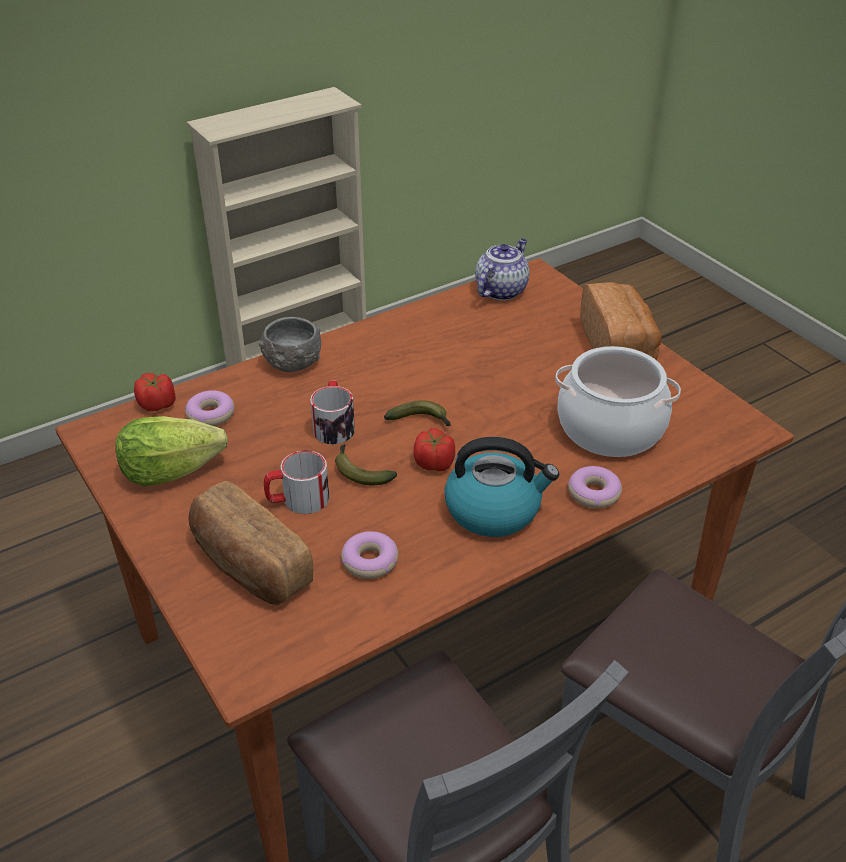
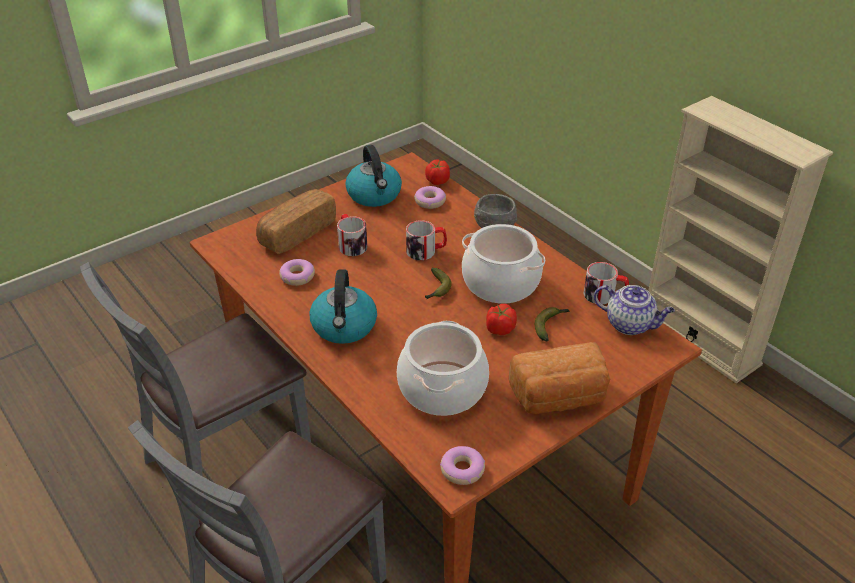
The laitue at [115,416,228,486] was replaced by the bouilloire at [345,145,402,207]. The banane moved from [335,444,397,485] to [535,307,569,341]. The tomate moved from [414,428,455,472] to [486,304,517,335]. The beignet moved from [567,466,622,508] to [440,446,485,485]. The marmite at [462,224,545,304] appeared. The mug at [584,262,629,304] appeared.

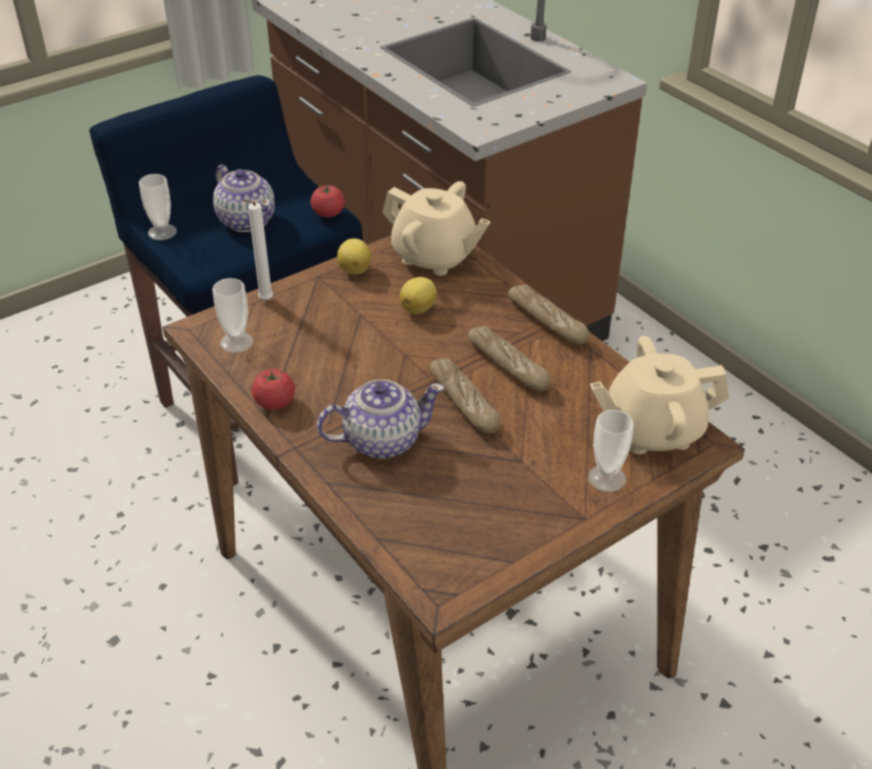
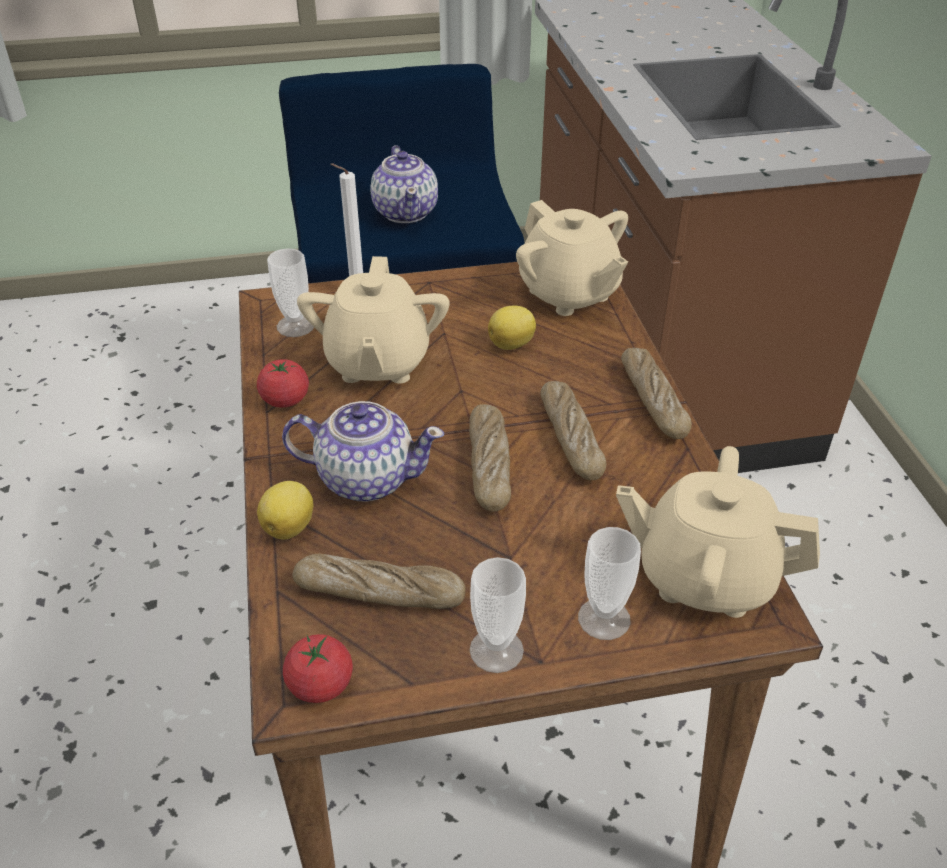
The tasse moved from [139,174,177,240] to [470,557,526,673]. The tomate moved from [310,185,345,217] to [283,634,353,703]. The citron moved from [337,238,371,275] to [257,481,313,540]. The pain at [292,554,466,609] appeared. The théière (beige) at [297,256,450,384] appeared.

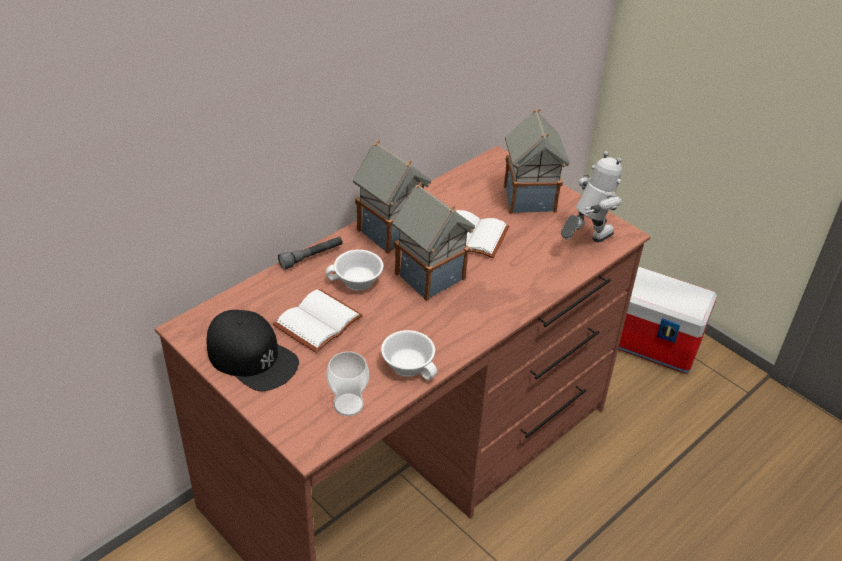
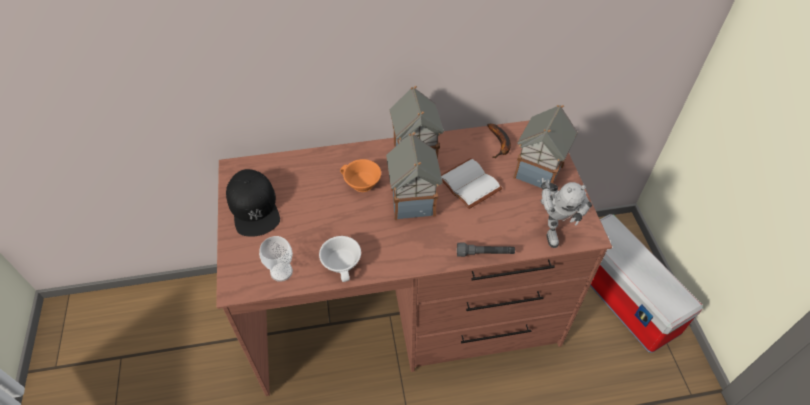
The livre (blanc) at [273,289,363,353] disappeared. The lampe de poche (gris) moved from [278,237,343,270] to [457,242,515,257]. The tasse (blanc) at [326,250,383,291] became the tasse (orange) at [340,159,381,192]. The robot jouet at [561,151,622,242] turned 90 degrees clockwise. The banane at [487,124,511,158] appeared.

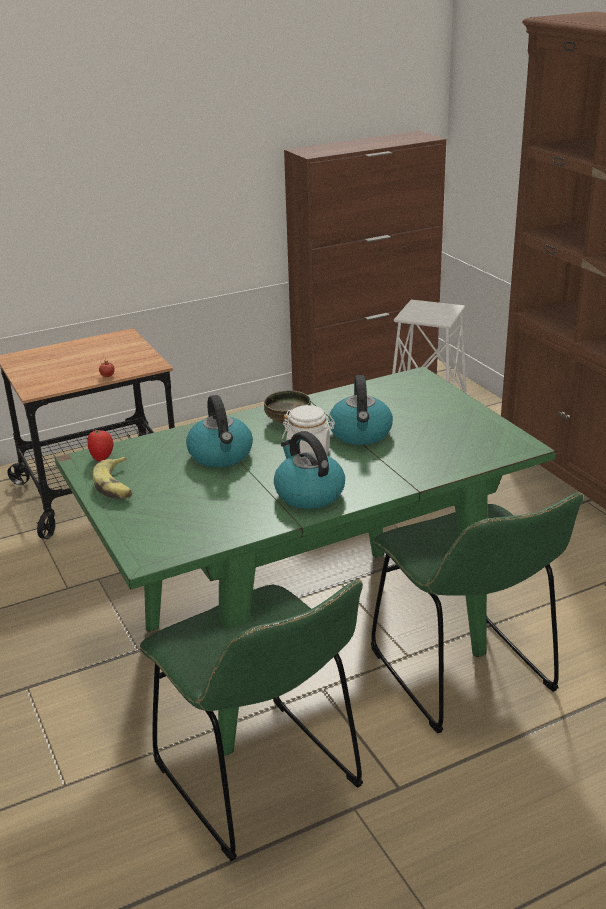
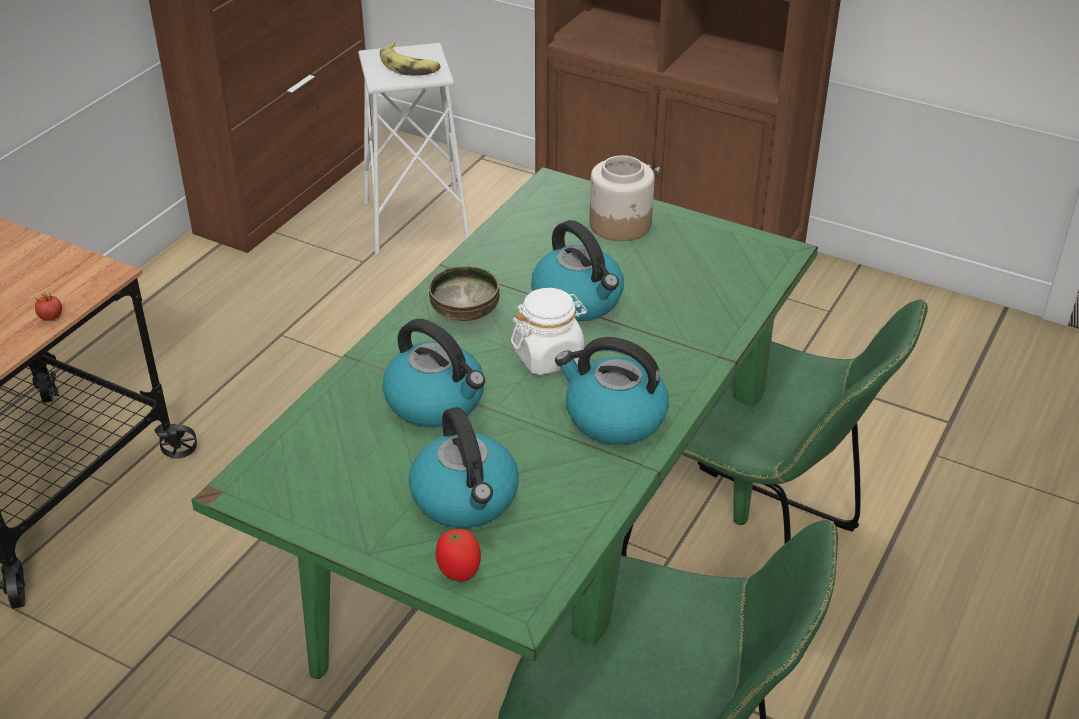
The tomate moved from [87,430,113,461] to [436,529,481,582]. The banane moved from [93,457,133,499] to [380,42,441,76]. The bouilloire at [408,407,519,528] appeared. The bocal at [590,155,655,241] appeared.

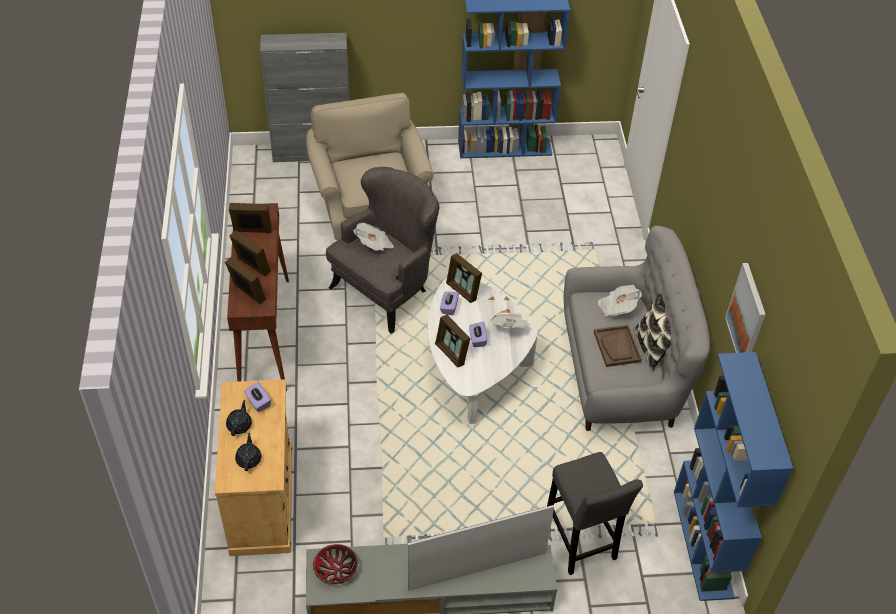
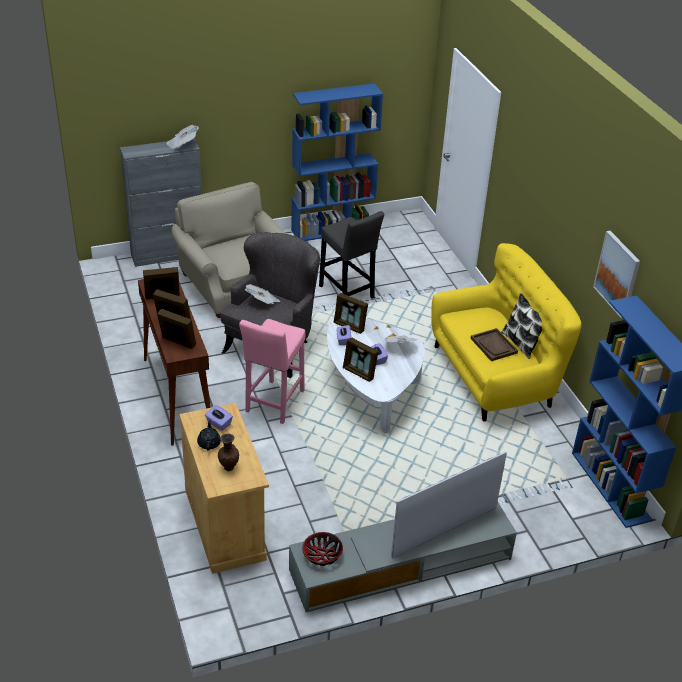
The théière (noir) at [235,433,262,471] was replaced by the vase (marron) at [218,433,239,471]. The tabouret (gris) moved from [547,452,643,575] to [319,211,384,299]. The canapé (gris) at [564,226,710,431] became the canapé (jaune) at [431,243,582,422]. The journal moved from [598,285,642,317] to [166,125,199,149]. The tabouret (rose) at [239,319,305,424] appeared.

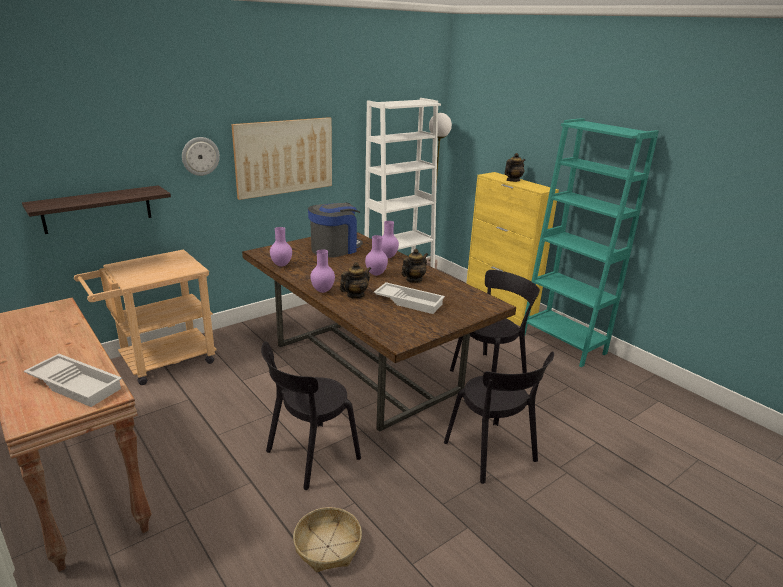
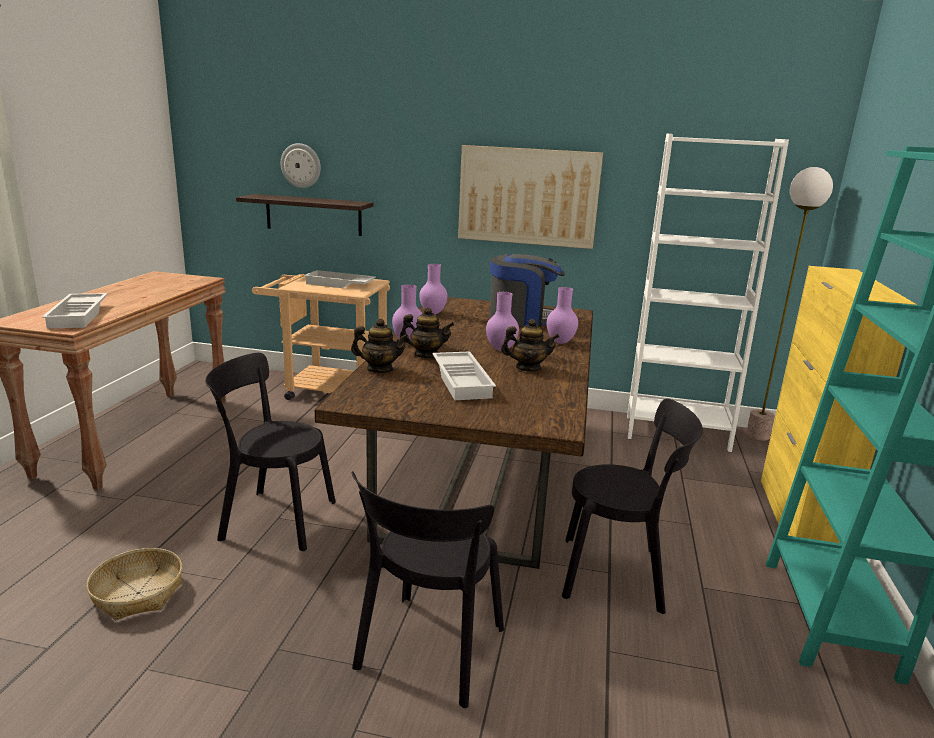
The horloge murale moved from [182,137,220,176] to [281,143,321,188]. The théière moved from [505,153,525,182] to [351,318,409,373]. The plateau (blanc) at [304,270,376,288] appeared.

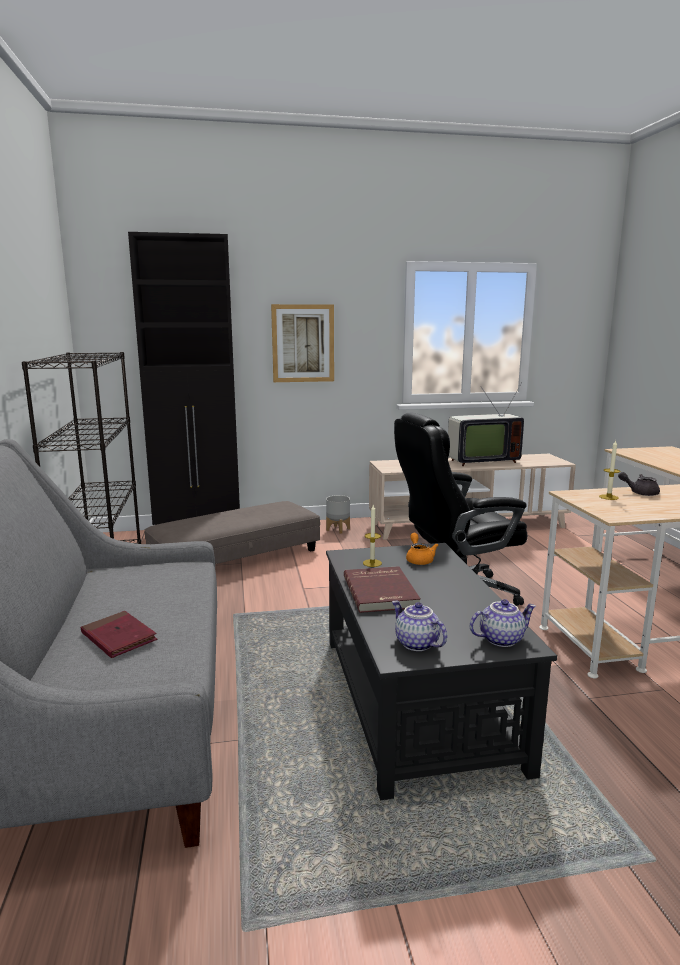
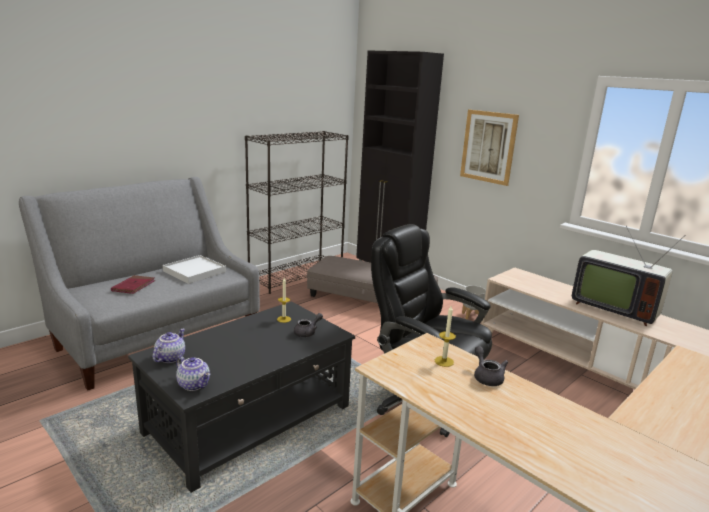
The livre (rouge) at [344,566,421,613] disappeared. The théière (orange) at [406,533,438,565] became the théière (gris) at [294,313,323,337]. The plateau (blanc) at [163,255,226,284] appeared.

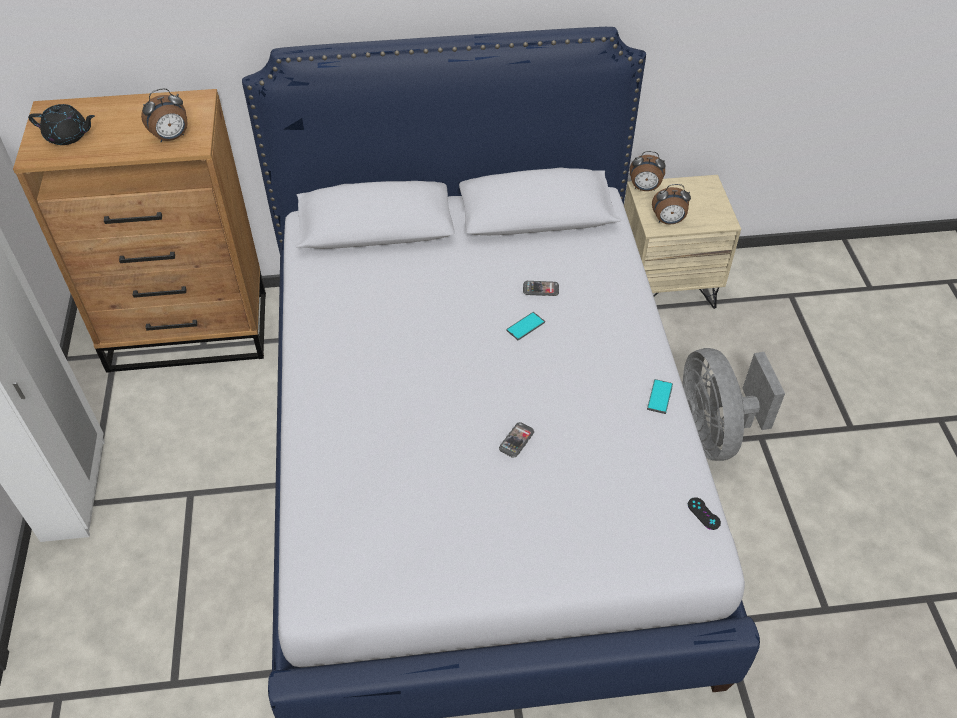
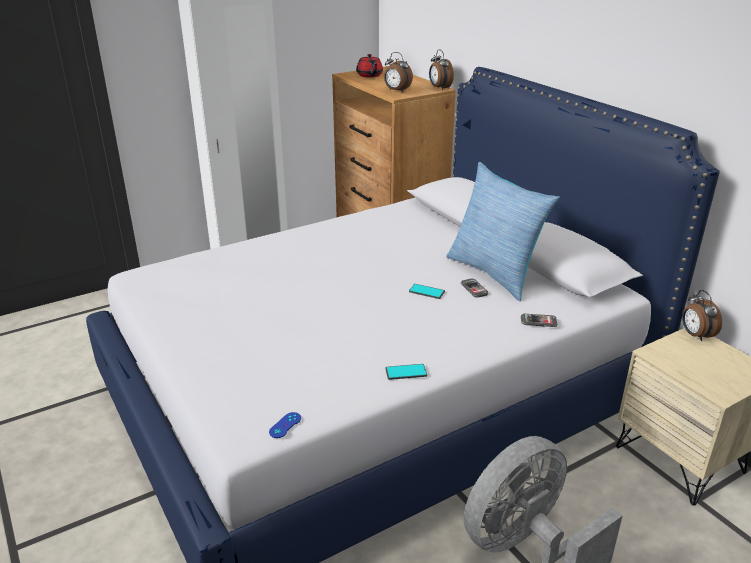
The théière (noir) at [28,104,95,145] became the théière (rouge) at [356,54,383,78]. The téléphone moved from [499,422,534,457] to [521,314,557,327]. The réveil moved from [652,184,691,224] to [429,50,454,90]. The manette (noir) at [688,497,721,530] became the manette (bleu) at [269,412,301,438]. The coussin at [446,162,560,301] appeared.

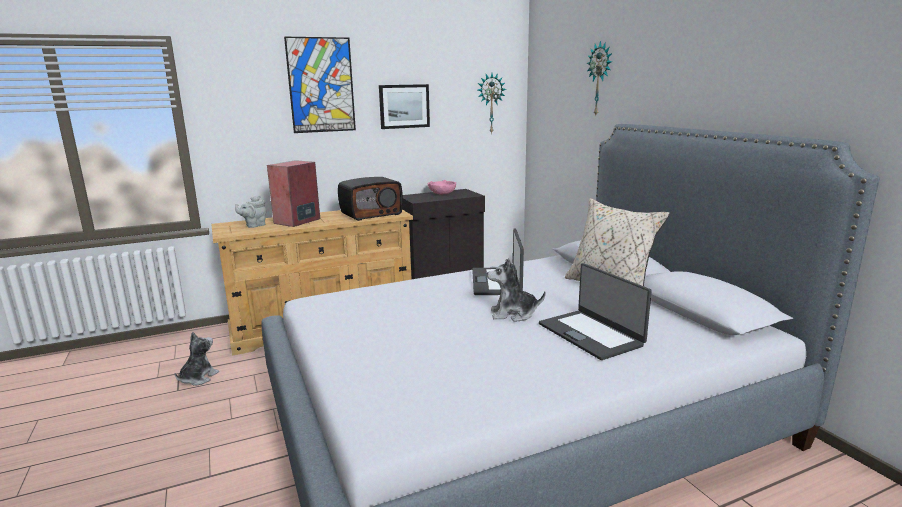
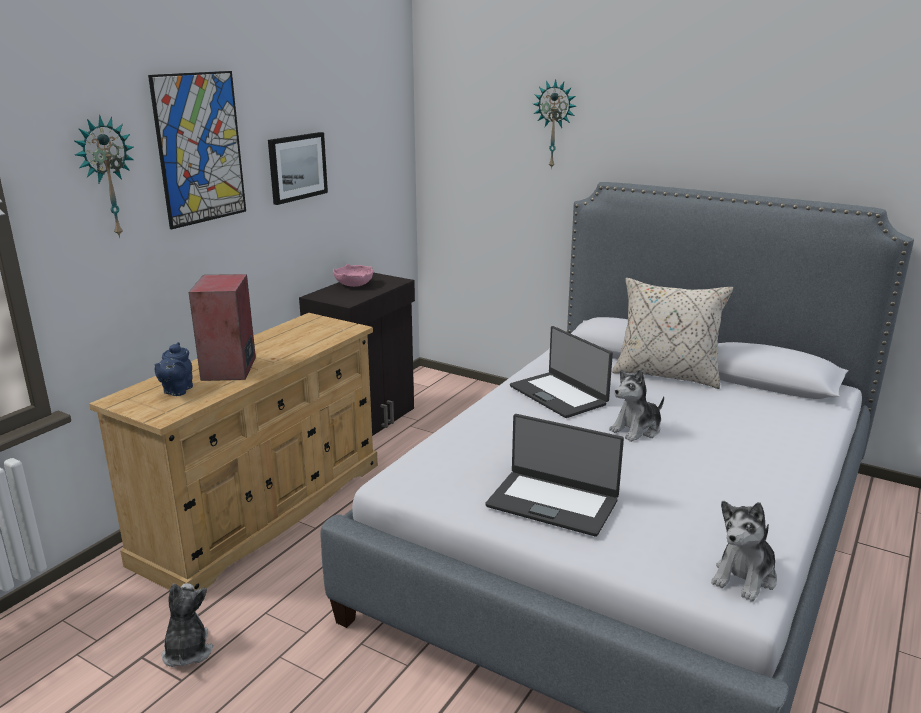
The théière (gris) at [235,196,266,228] became the théière (bleu) at [155,342,193,396]. The radio at [338,177,403,221] disappeared. The horloge murale moved from [478,73,506,134] to [75,115,134,238]. The ordinateur portable moved from [539,263,652,360] to [486,414,624,537]. The peluche at [711,501,777,602] appeared.

